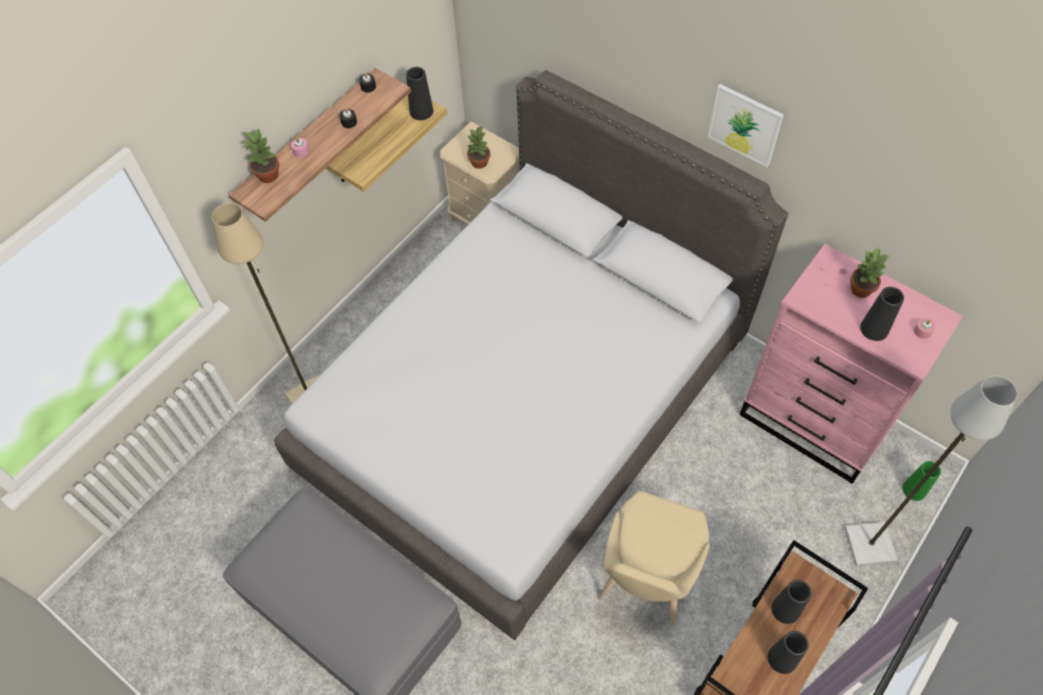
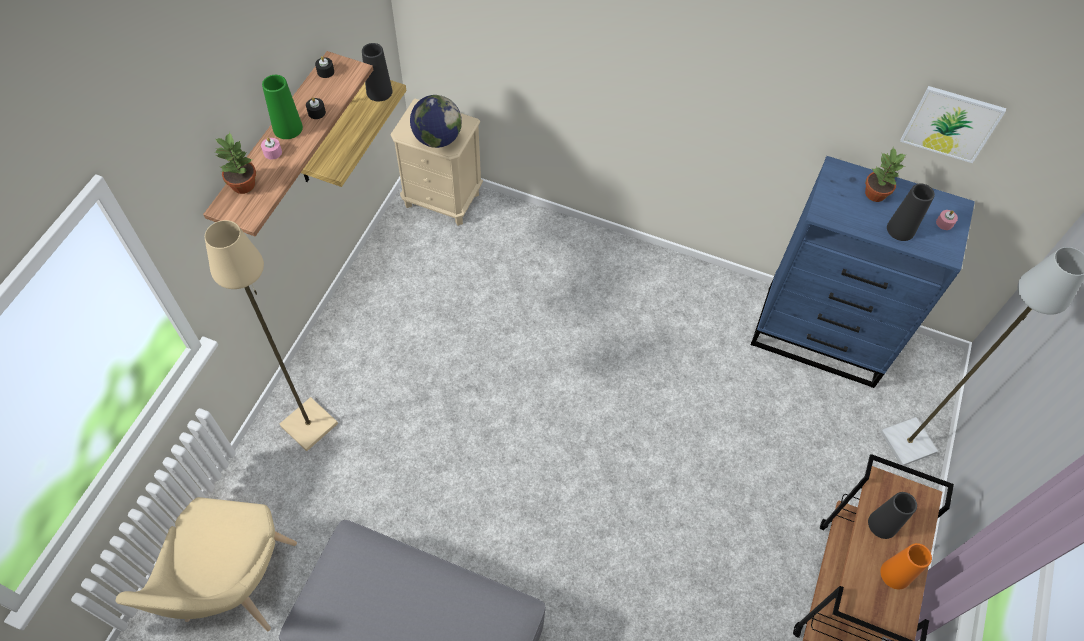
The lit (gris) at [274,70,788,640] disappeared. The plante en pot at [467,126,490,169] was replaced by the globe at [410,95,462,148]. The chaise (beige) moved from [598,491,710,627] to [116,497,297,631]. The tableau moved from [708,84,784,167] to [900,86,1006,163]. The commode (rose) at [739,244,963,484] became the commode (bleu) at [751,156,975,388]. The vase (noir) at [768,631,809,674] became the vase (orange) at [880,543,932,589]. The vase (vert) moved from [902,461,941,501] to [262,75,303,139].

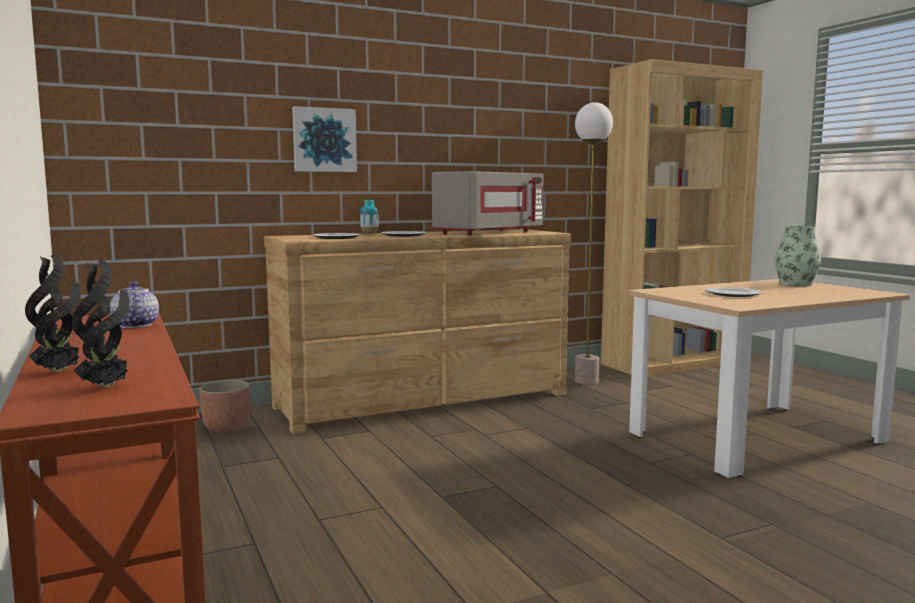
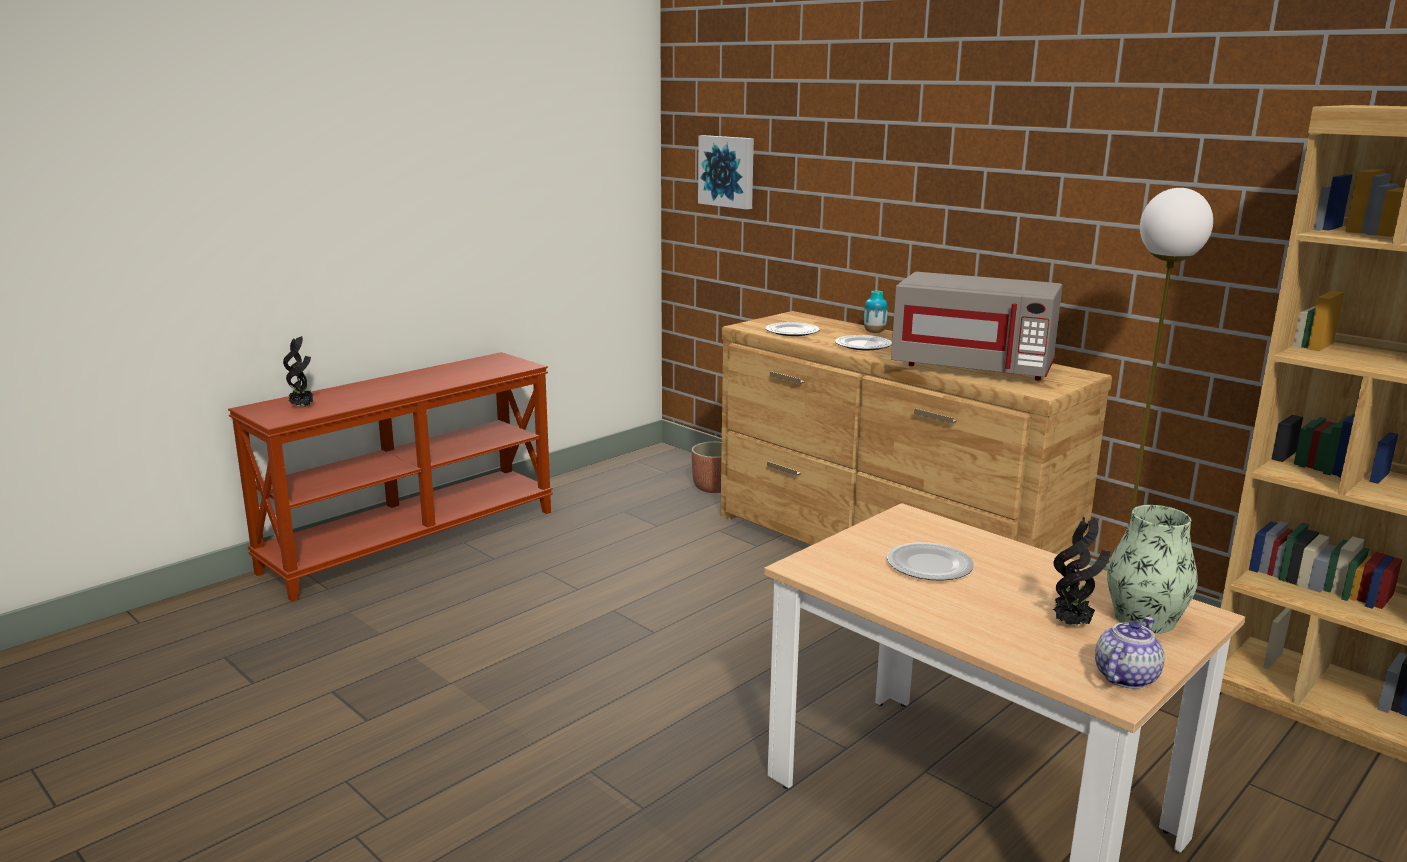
The plante en pot moved from [25,253,81,372] to [1052,517,1111,626]. The théière moved from [110,282,159,328] to [1095,617,1165,689]. The tableau moved from [292,106,357,172] to [698,135,754,210].

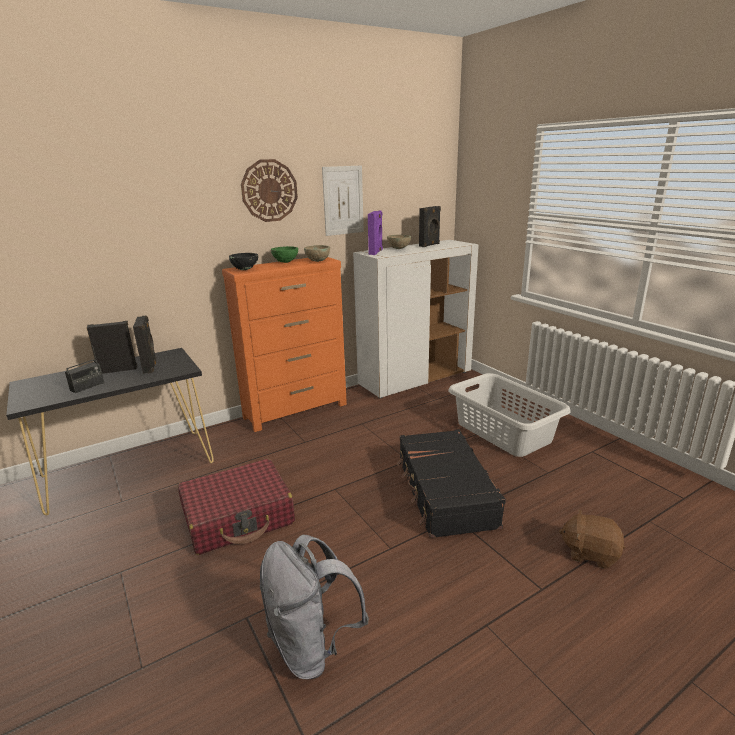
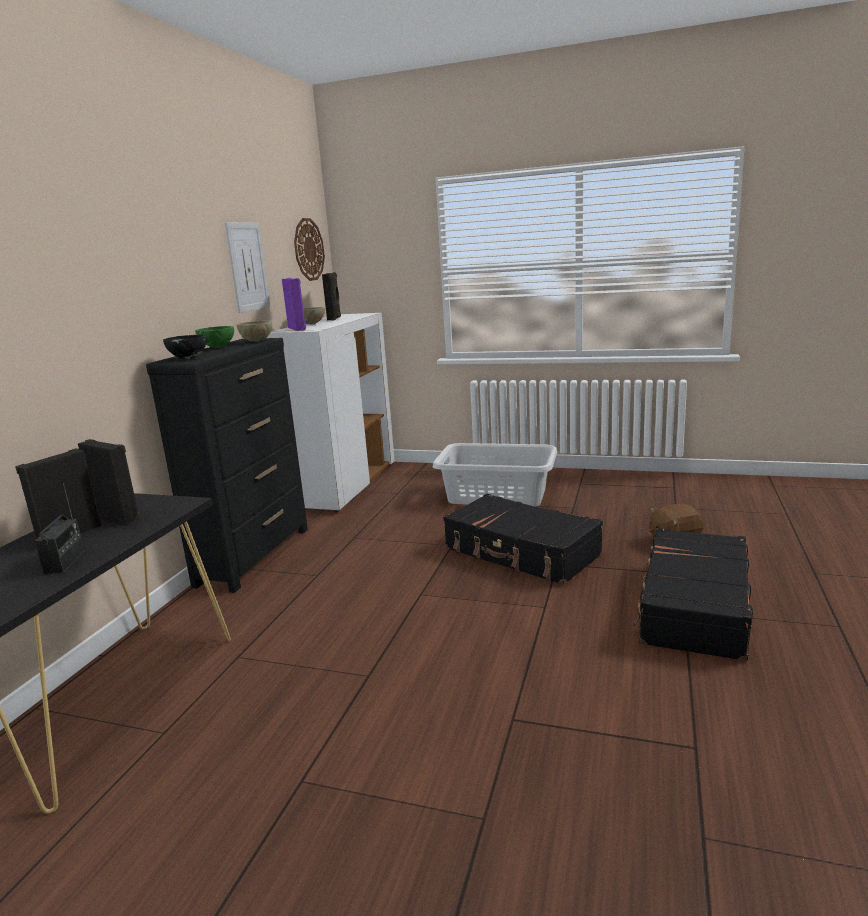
The valise (rouge) at [178,459,295,555] disappeared. The commode (orange) at [222,257,347,432] became the commode (noir) at [146,338,308,593]. The horloge murale moved from [241,159,298,222] to [294,218,325,281]. The sac à dos (gris) at [260,535,369,679] disappeared. The valise (noir) at [632,528,753,661] appeared.

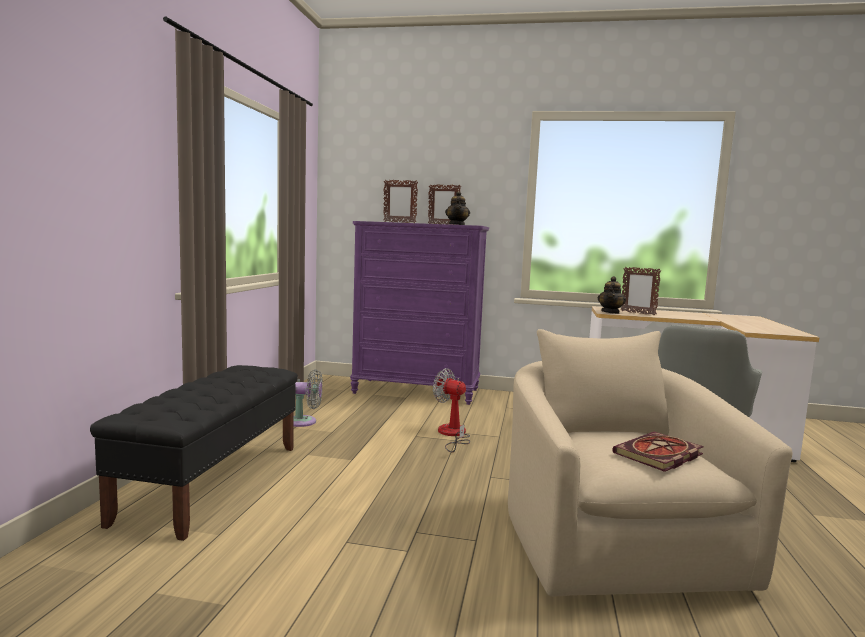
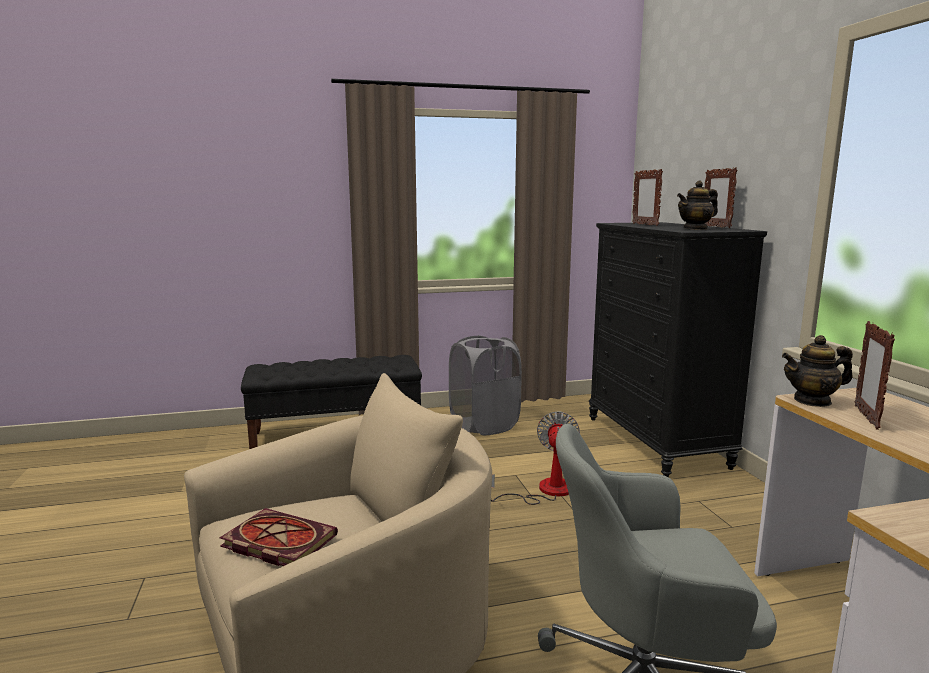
The ventilateur (gris) at [294,369,323,427] was replaced by the panier à linge (gris) at [449,335,522,435]. The commode (violet) at [350,221,489,405] became the commode (noir) at [589,222,767,477].

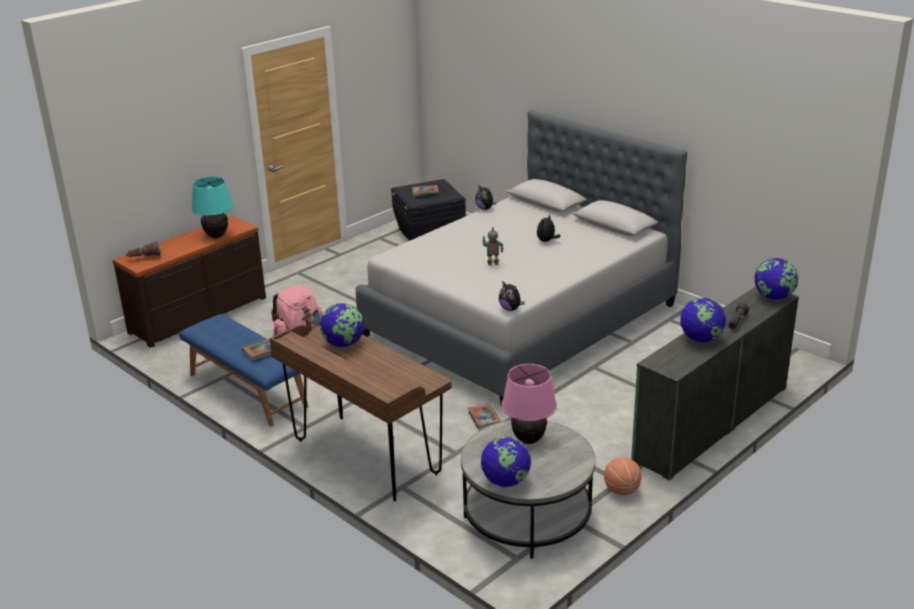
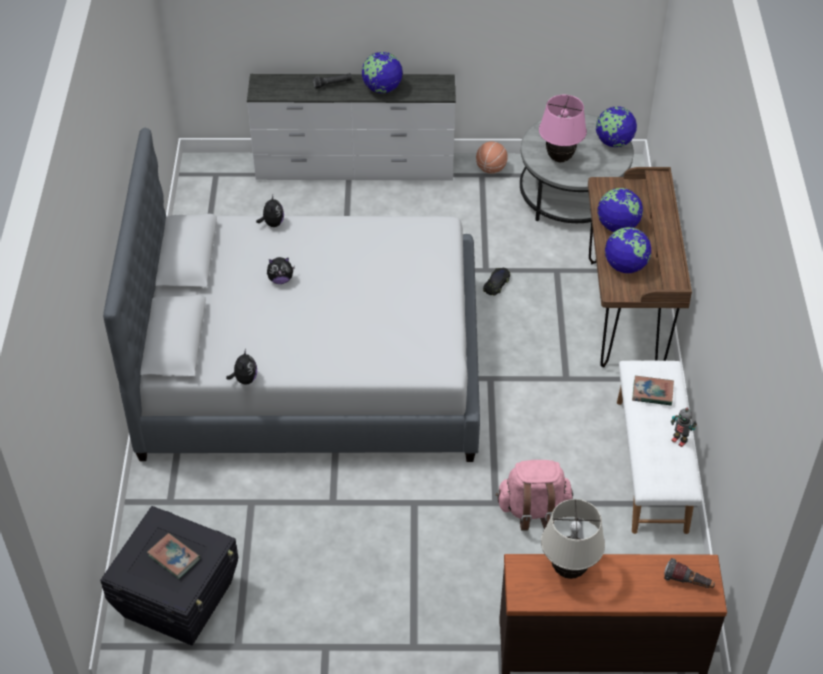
The banc (bleu) at [179,314,308,426] became the banc (blanc) at [617,360,702,534]. The lampe de table (turquoise) at [192,177,233,238] became the lampe de table (beige) at [541,499,605,579]. The livre at [468,404,501,431] was replaced by the petite voiture (noir) at [483,268,510,296]. The robot jouet moved from [482,227,504,265] to [671,408,697,447]. The peluche moved from [499,281,525,311] to [256,195,284,227]. The commode (vert) at [631,287,799,481] became the commode (blanc) at [247,74,456,180]. The globe moved from [755,258,798,300] to [597,188,643,232].

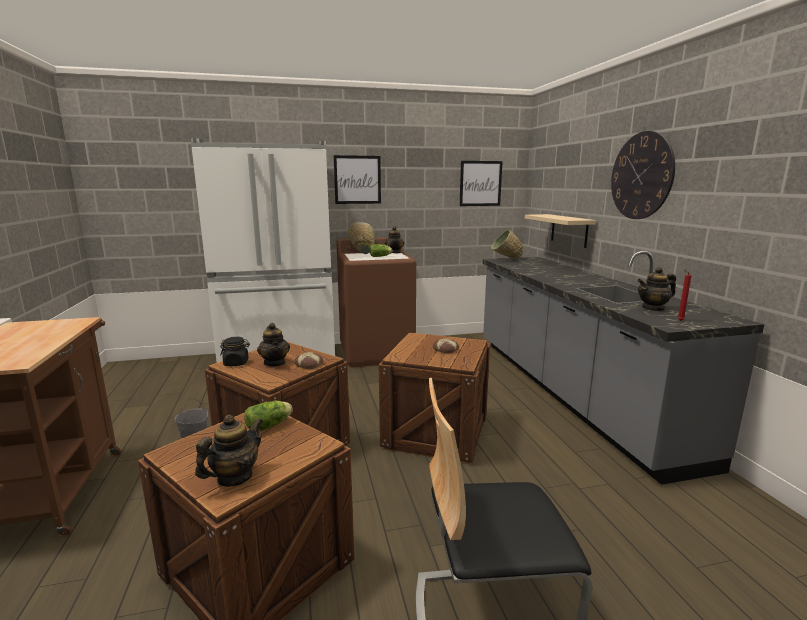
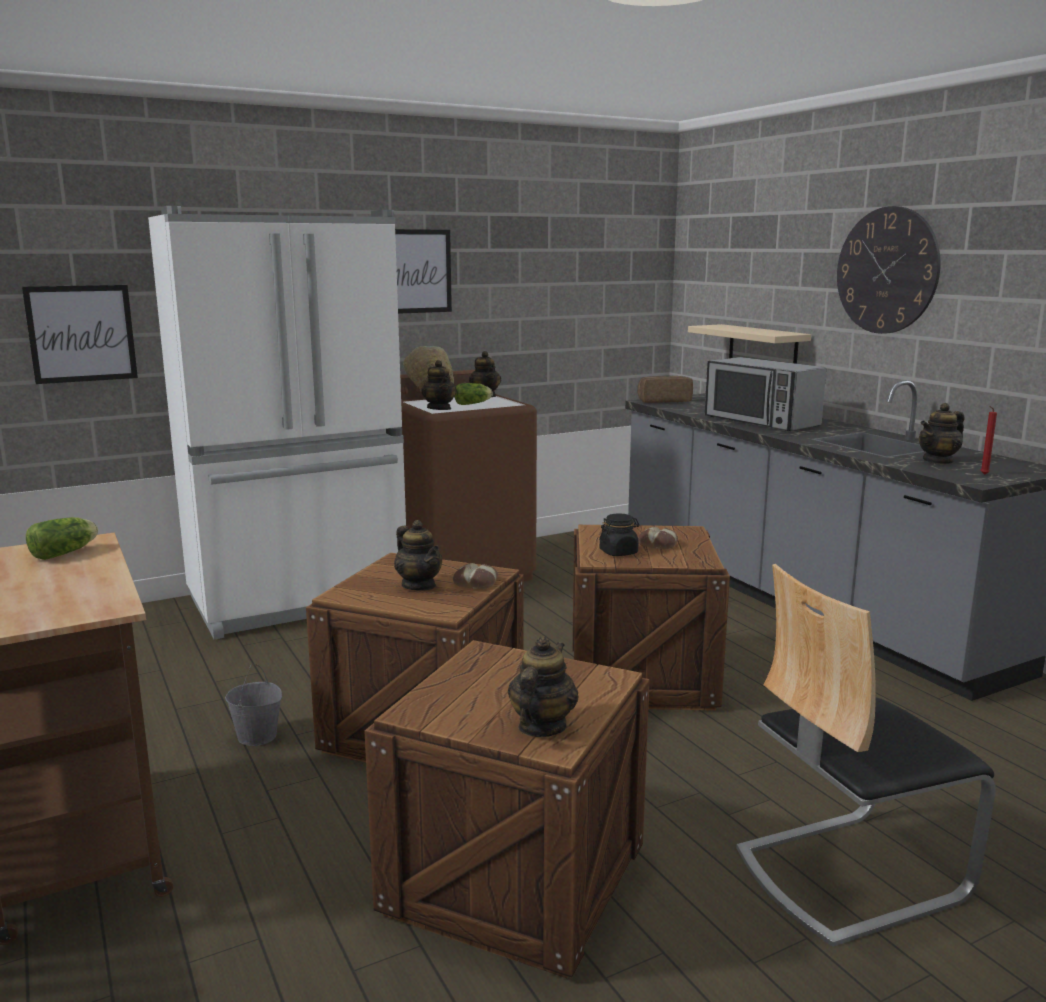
The bocal (noir) moved from [220,337,250,366] to [599,513,640,556]. The laitue moved from [245,401,293,431] to [26,517,98,560]. The tableau moved from [459,161,503,206] to [22,285,138,384]. The bol (vert) at [491,230,523,260] was replaced by the pain at [637,376,693,403]. The théière at [421,360,457,410] appeared. The micro-ondes at [705,357,826,431] appeared.

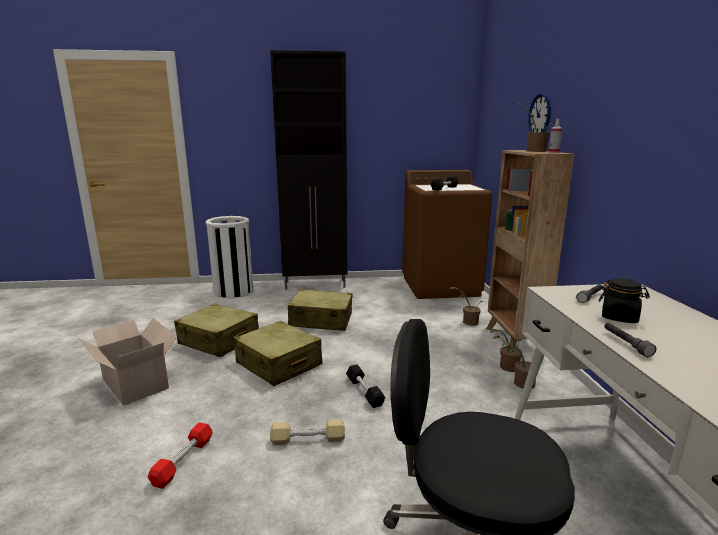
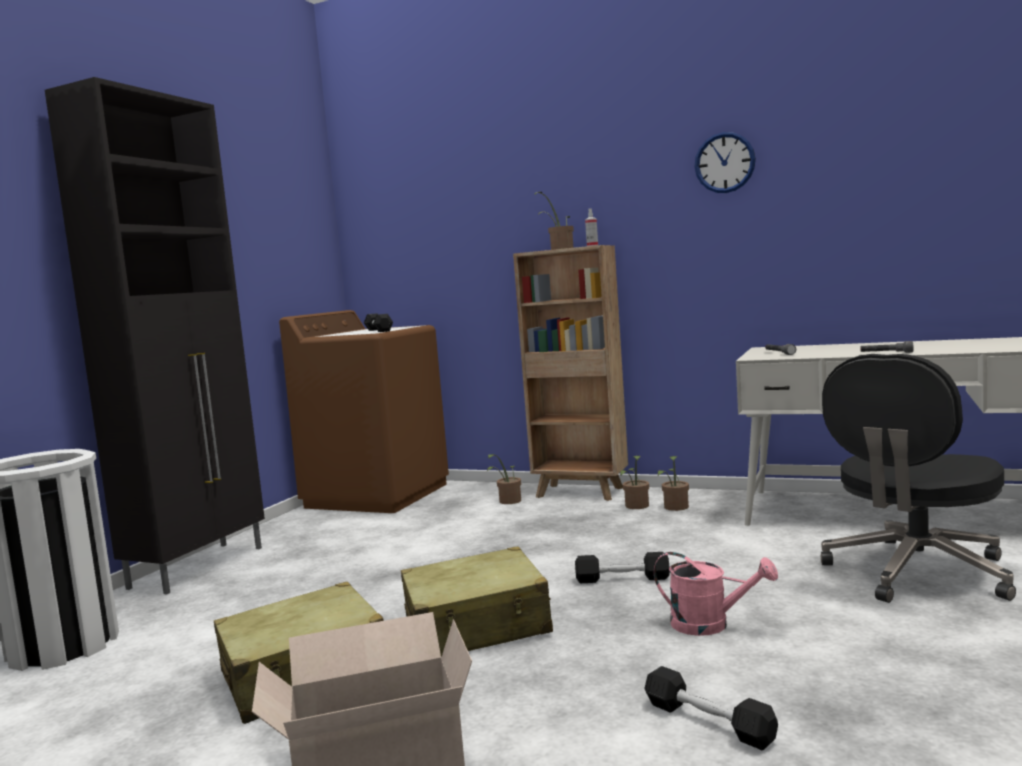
The haltère (rouge) at [148,422,213,489] became the haltère (noir) at [644,666,778,750]. The haltère (beige) at [270,419,345,445] was replaced by the arrosoir (rose) at [654,552,778,636]. The valise (beige) at [288,289,352,331] disappeared. The horloge murale moved from [528,93,551,132] to [694,132,756,193]. The bocal (noir) at [599,278,650,323] disappeared.

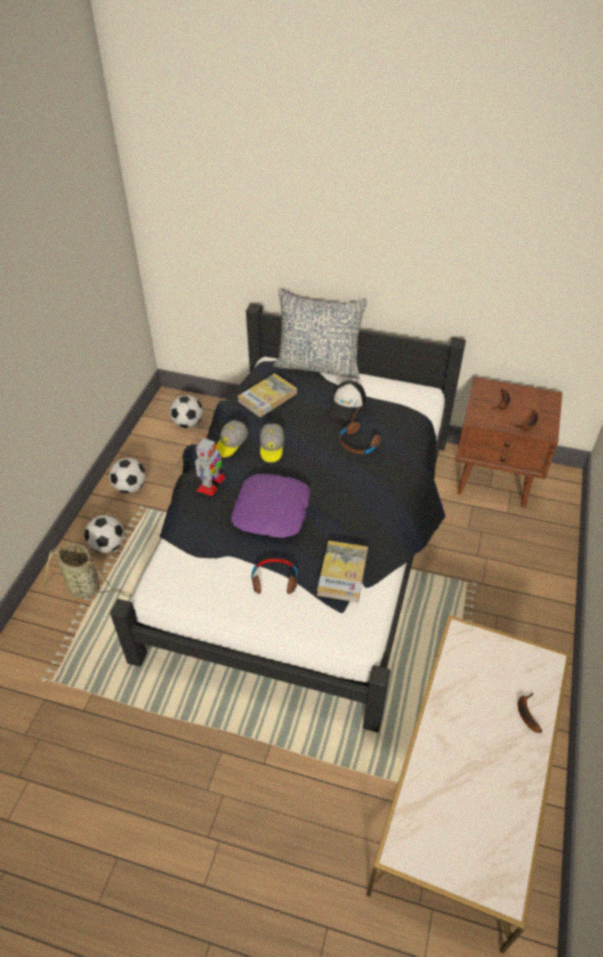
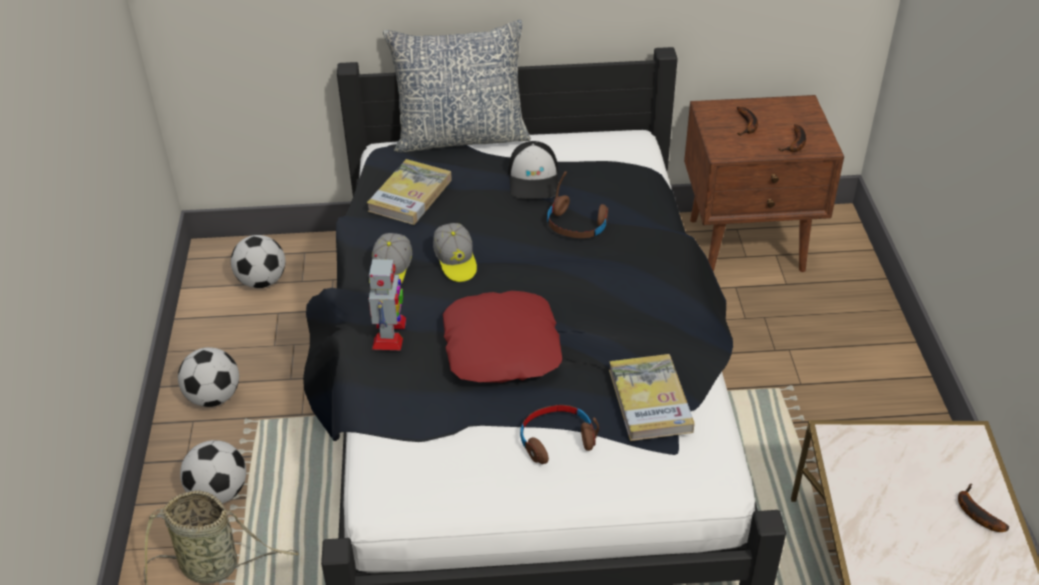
The coussin (violet) at [231,474,310,538] became the coussin (rouge) at [443,291,562,383].

